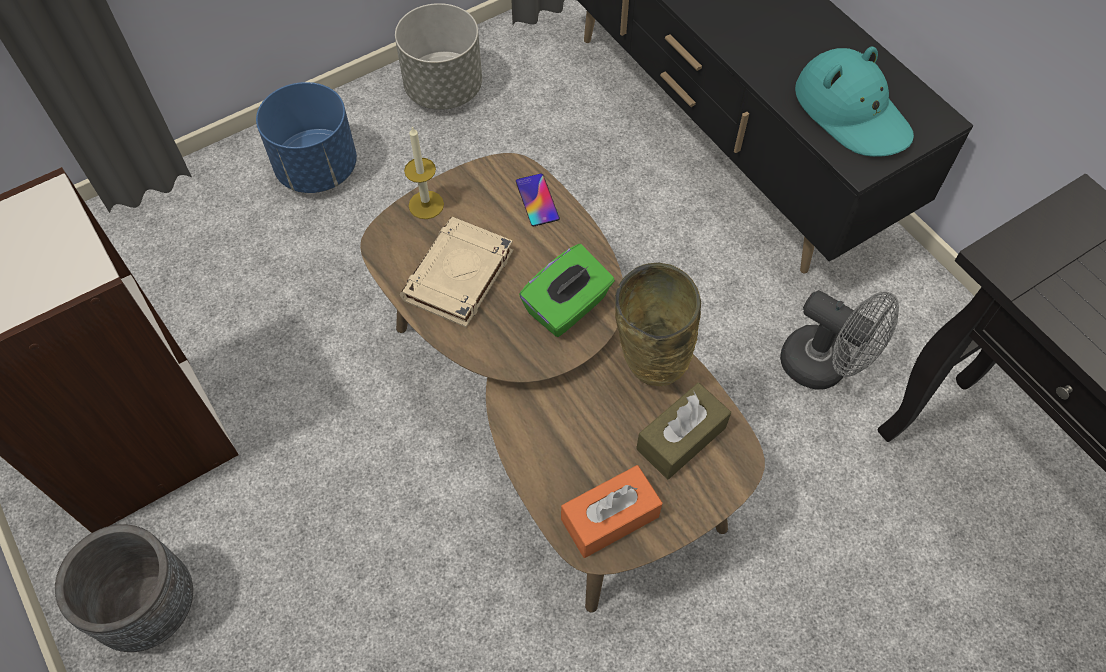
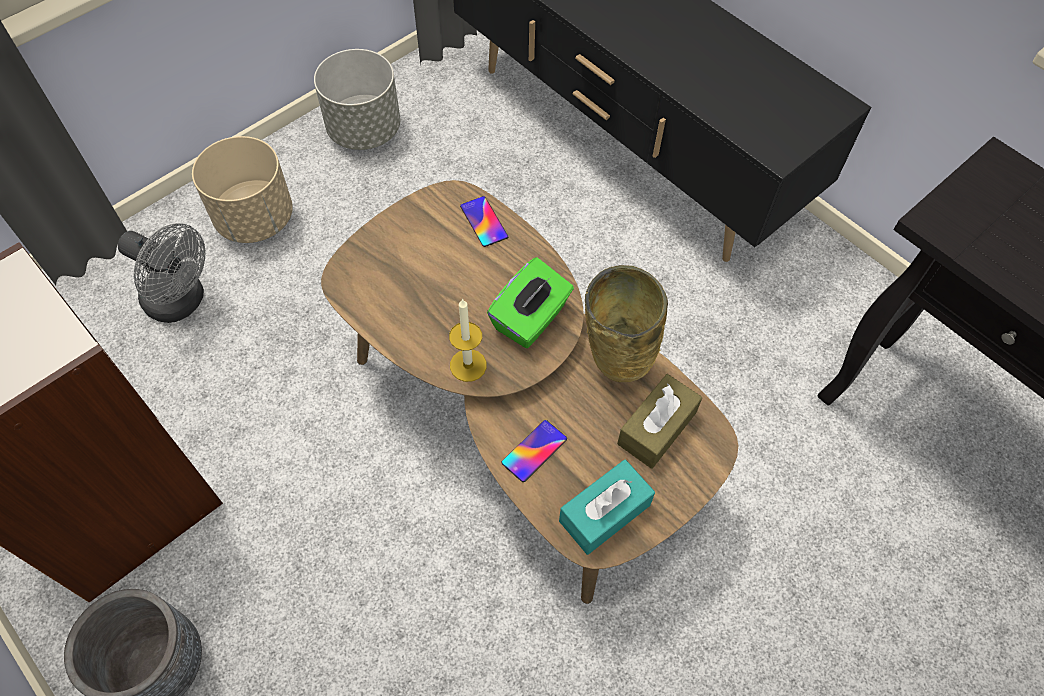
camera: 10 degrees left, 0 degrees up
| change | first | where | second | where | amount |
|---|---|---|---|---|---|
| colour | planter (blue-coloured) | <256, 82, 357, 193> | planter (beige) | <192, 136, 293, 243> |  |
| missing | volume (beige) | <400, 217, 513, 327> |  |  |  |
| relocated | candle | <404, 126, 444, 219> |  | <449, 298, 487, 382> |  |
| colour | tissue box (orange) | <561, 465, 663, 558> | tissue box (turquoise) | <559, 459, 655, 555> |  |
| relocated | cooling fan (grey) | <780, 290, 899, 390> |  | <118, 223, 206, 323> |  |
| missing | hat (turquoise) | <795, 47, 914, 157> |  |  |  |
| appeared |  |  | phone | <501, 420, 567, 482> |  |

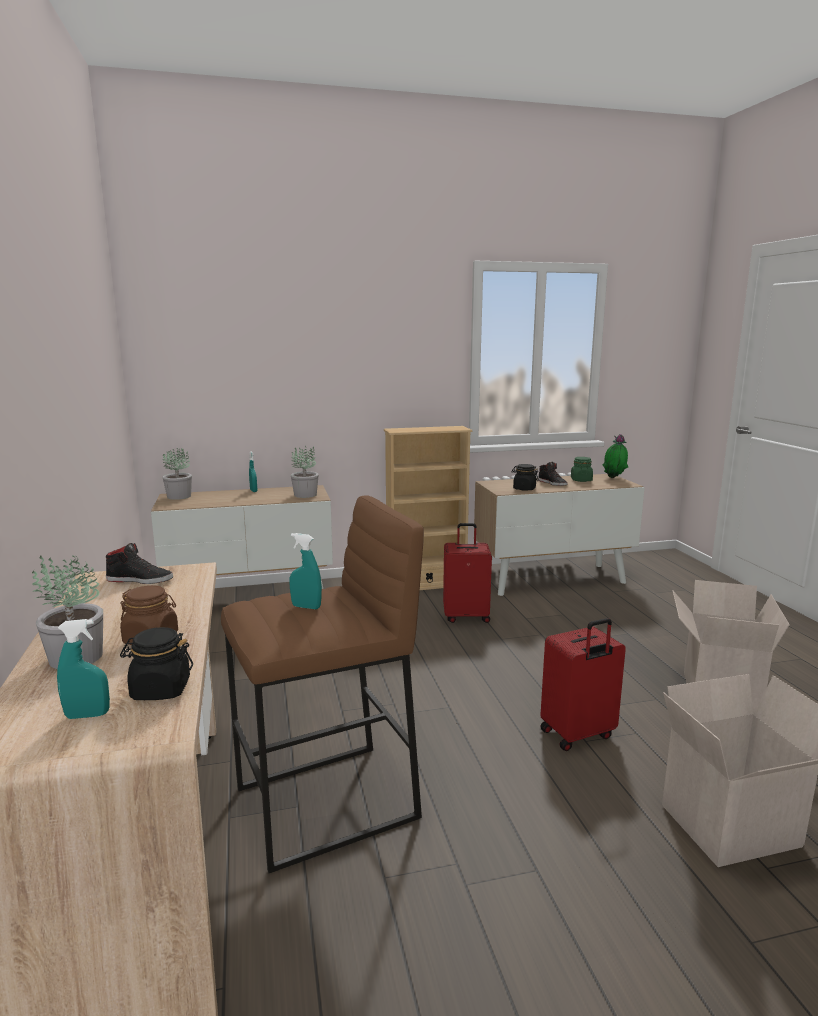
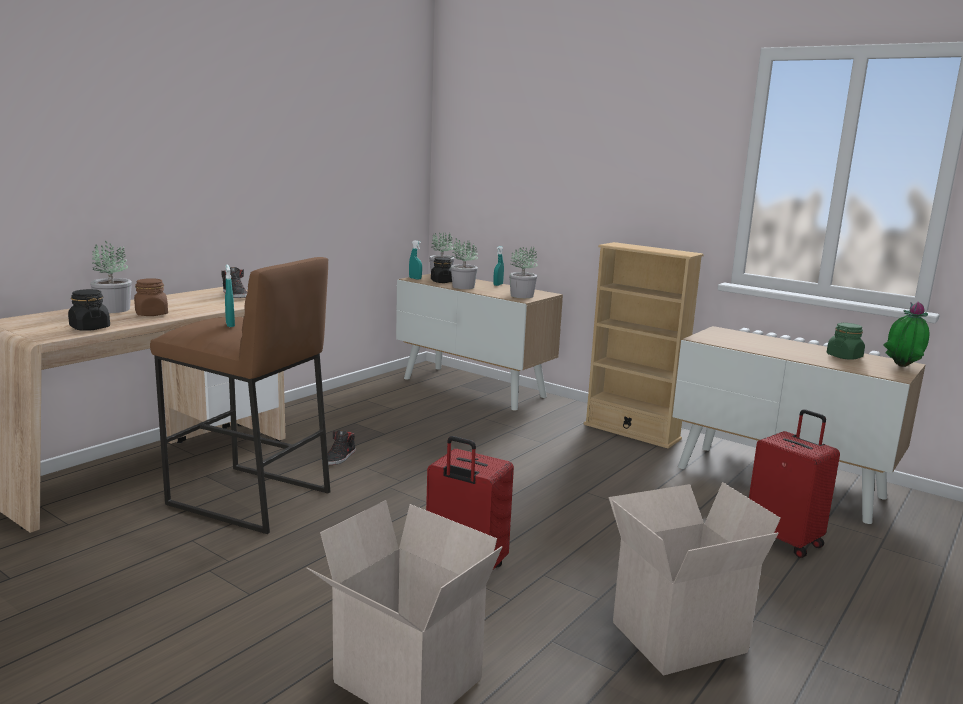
camera: 50 degrees right, 0 degrees up
| change | first | where | second | where | amount |
|---|---|---|---|---|---|
| relocated | spray bottle (turquoise) | <57, 619, 110, 719> |  | <409, 240, 422, 280> |  |
| relocated | piece of luggage (red) | <443, 523, 492, 623> |  | <749, 409, 840, 558> |  |
| relocated | preserve jar (black-coloured) | <511, 464, 539, 491> |  | <431, 257, 452, 283> |  |
| relocated | low shoe (black-coloured) | <538, 462, 568, 486> |  | <328, 430, 356, 465> |  |
| appeared |  |  | potted plant | <451, 239, 478, 289> |  |

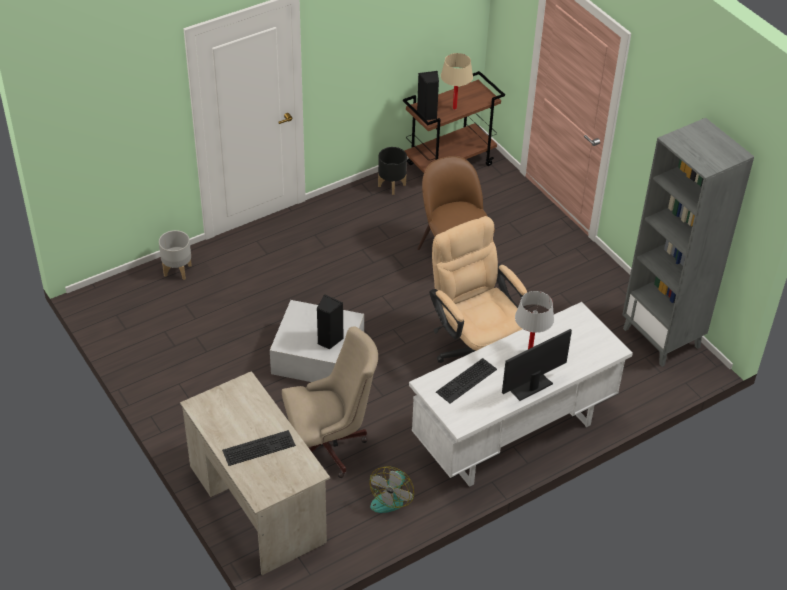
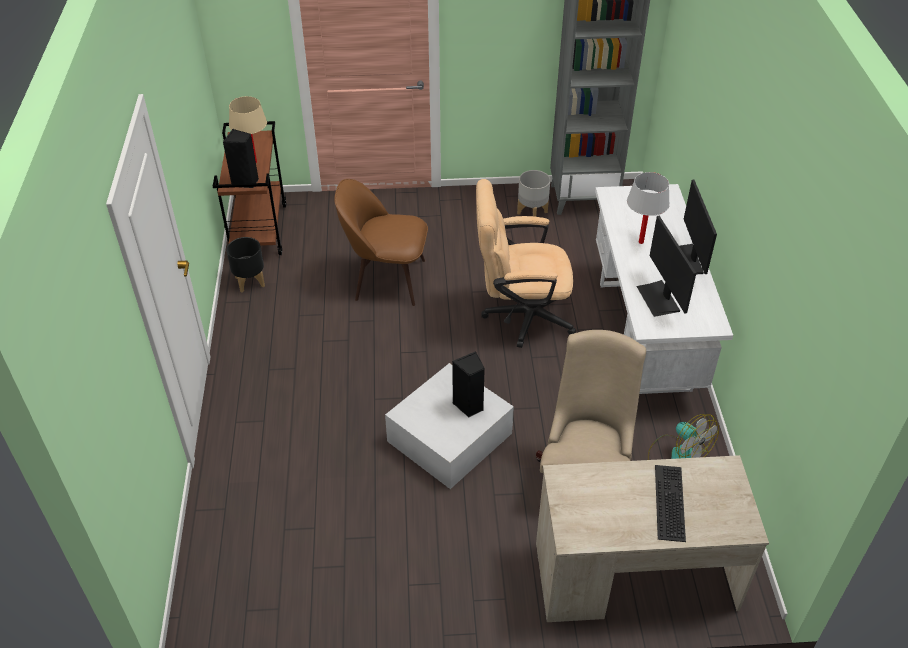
camera: 60 degrees left, 0 degrees up
| change | first | where | second | where | amount |
|---|---|---|---|---|---|
| relocated | planter (grey) | <159, 230, 192, 280> |  | <517, 170, 550, 217> |  |
| exchanged | computer keyboard | <436, 358, 497, 404> | computer display | <636, 216, 696, 317> |  |

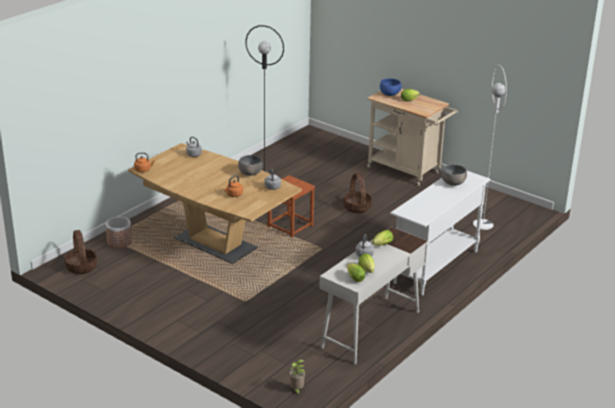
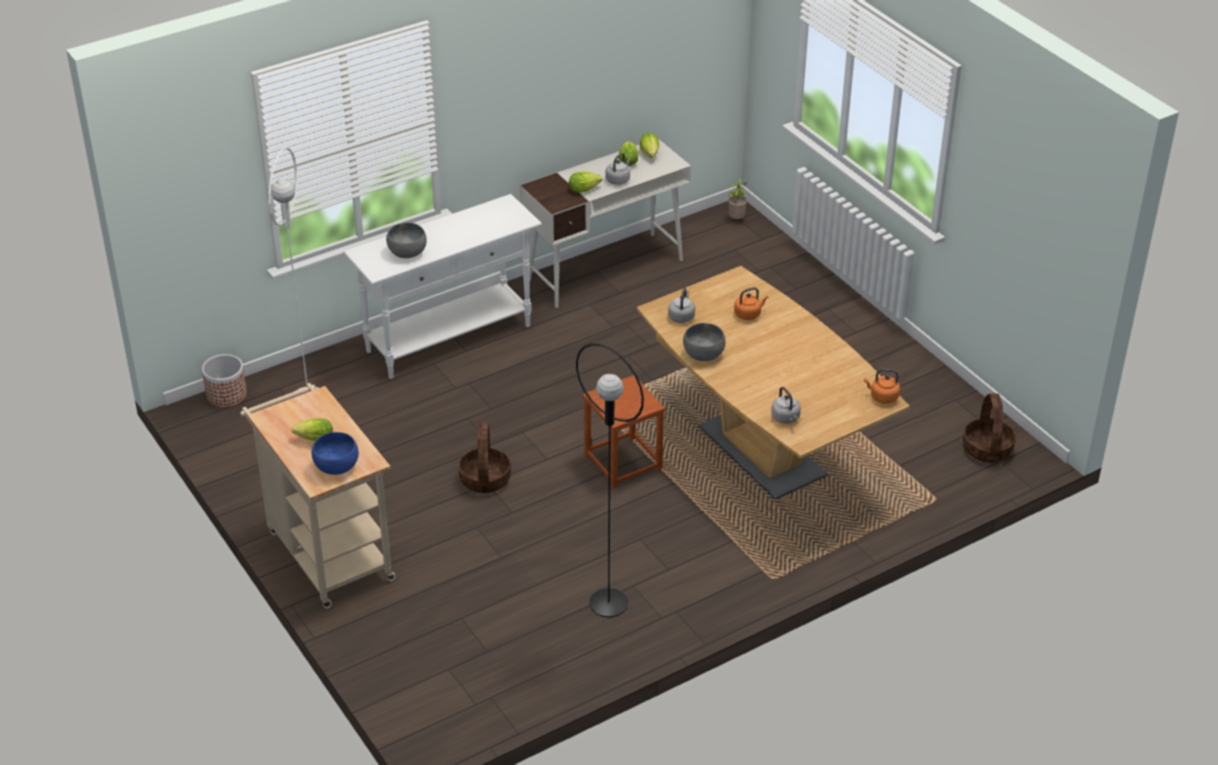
camera: 160 degrees left, 10 degrees up
| change | first | where | second | where | amount |
|---|---|---|---|---|---|
| relocated | planter | <106, 217, 132, 248> |  | <202, 354, 247, 408> |  |

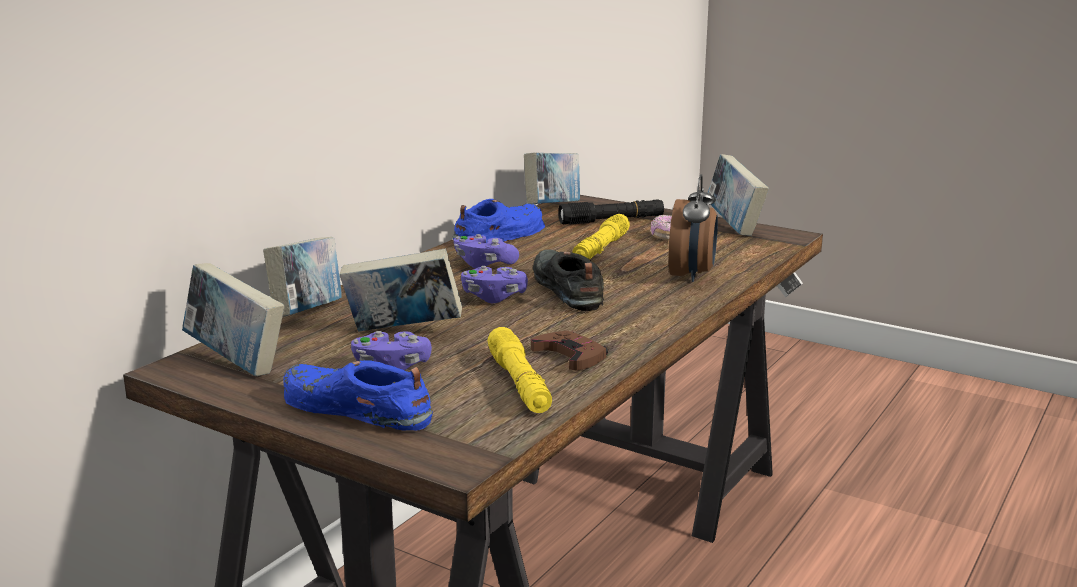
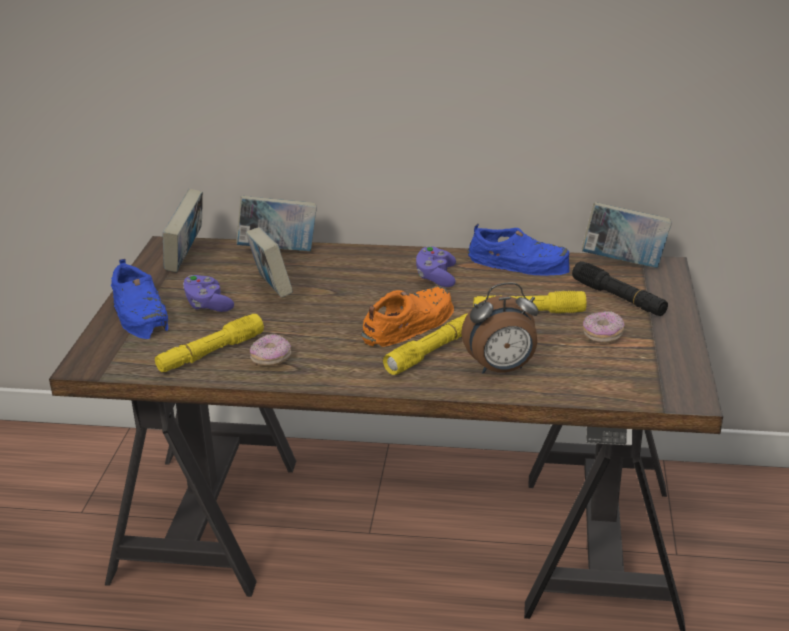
camera: 65 degrees right, 10 degrees up
| change | first | where | second | where | amount |
|---|---|---|---|---|---|
| spun | low shoe (blue-coloured) | <284, 360, 433, 430> |  | <111, 259, 168, 339> | 150 degrees clockwise |
| missing | joypad (purplish) | <461, 266, 528, 303> |  |  |  |
| exchanged | joypad (brownish) | <531, 331, 608, 370> | doughnut | <250, 334, 291, 366> |  |
| colour | low shoe (black-coloured) | <533, 249, 604, 311> | low shoe (orange) | <361, 286, 454, 347> |  |
| missing | volume | <708, 154, 769, 236> |  |  |  |
| appeared |  |  | flashlight (yellow-coloured) | <383, 313, 468, 375> |  |

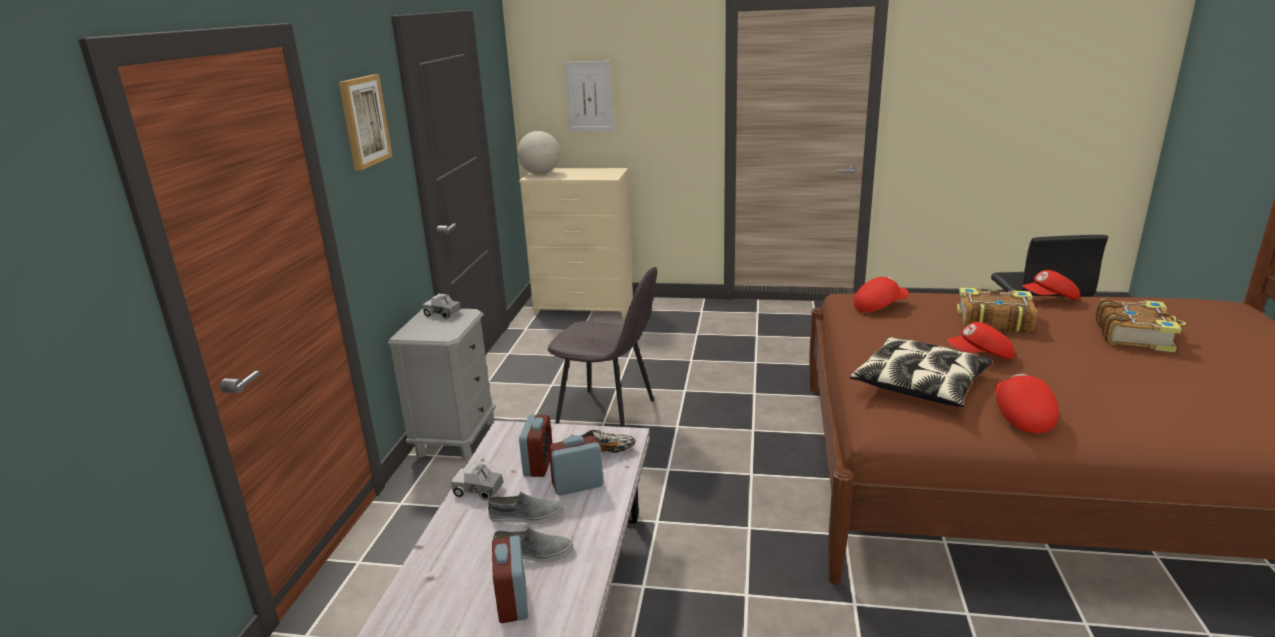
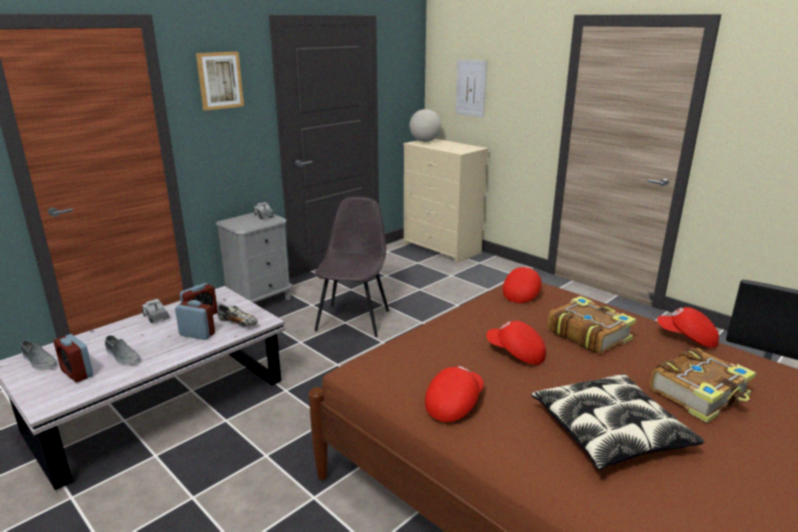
camera: 35 degrees right, 0 degrees up
| change | first | where | second | where | amount |
|---|---|---|---|---|---|
| relocated | low shoe (grey) | <488, 492, 564, 524> |  | <21, 340, 58, 370> |  |
| spun | alarm clock | <492, 535, 528, 623> |  | <54, 334, 93, 382> | 75 degrees counterclockwise |
| spun | upright chair (grey) | <548, 267, 657, 427> |  | <315, 196, 389, 337> | 135 degrees counterclockwise |
| relocated | pillow | <850, 337, 992, 407> |  | <531, 374, 704, 470> |  |
| spun | peaked cap (red) | <854, 277, 909, 312> |  | <503, 266, 542, 303> | 75 degrees counterclockwise |

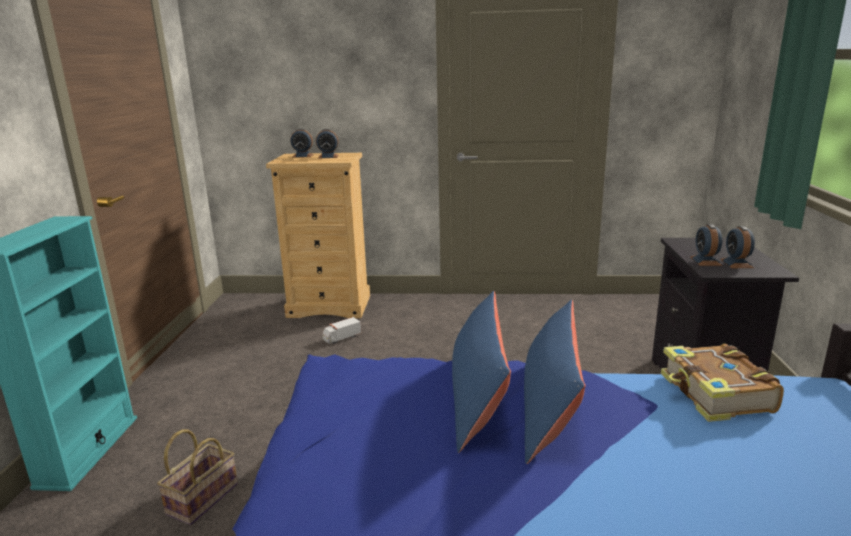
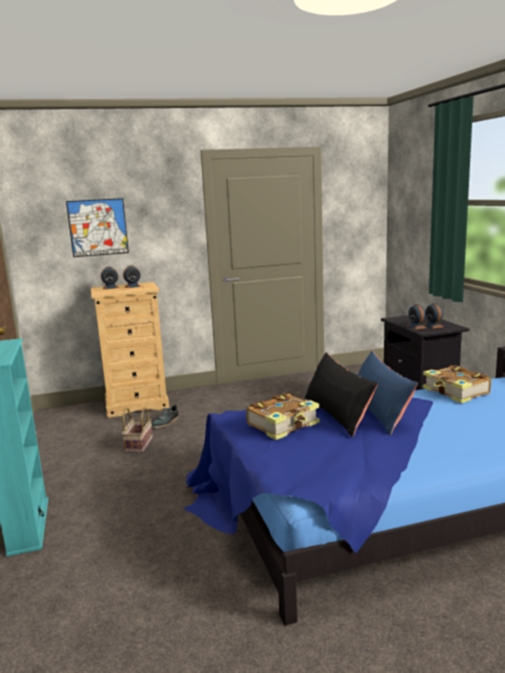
camera: 20 degrees left, 5 degrees down
| change | first | where | second | where | amount |
|---|---|---|---|---|---|
| relocated | household basket | <157, 429, 238, 525> |  | <122, 407, 153, 453> |  |
| exchanged | model truck | <323, 317, 361, 344> | low shoe | <151, 404, 179, 429> |  |
| colour | pillow (blue-coloured) | <452, 291, 511, 453> | pillow (black-coloured) | <305, 352, 378, 437> |  |
| appeared |  |  | picture | <66, 198, 129, 257> |  |
| appeared |  |  | volume | <246, 393, 320, 440> |  |

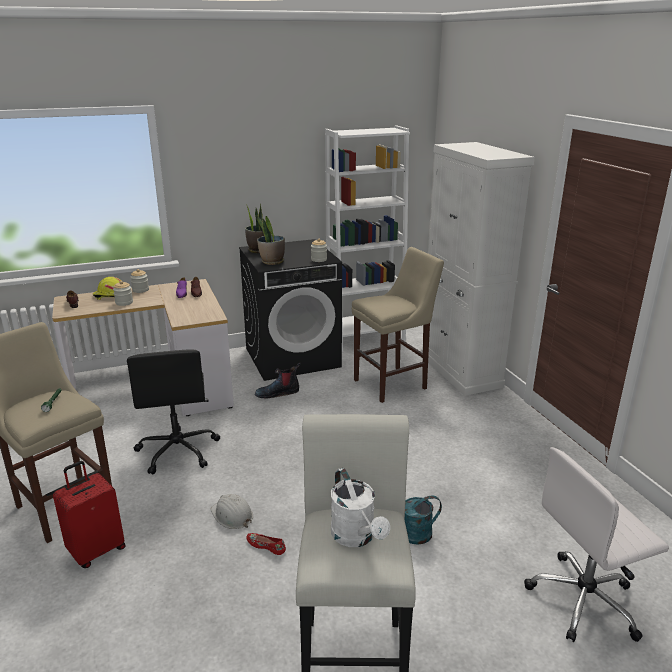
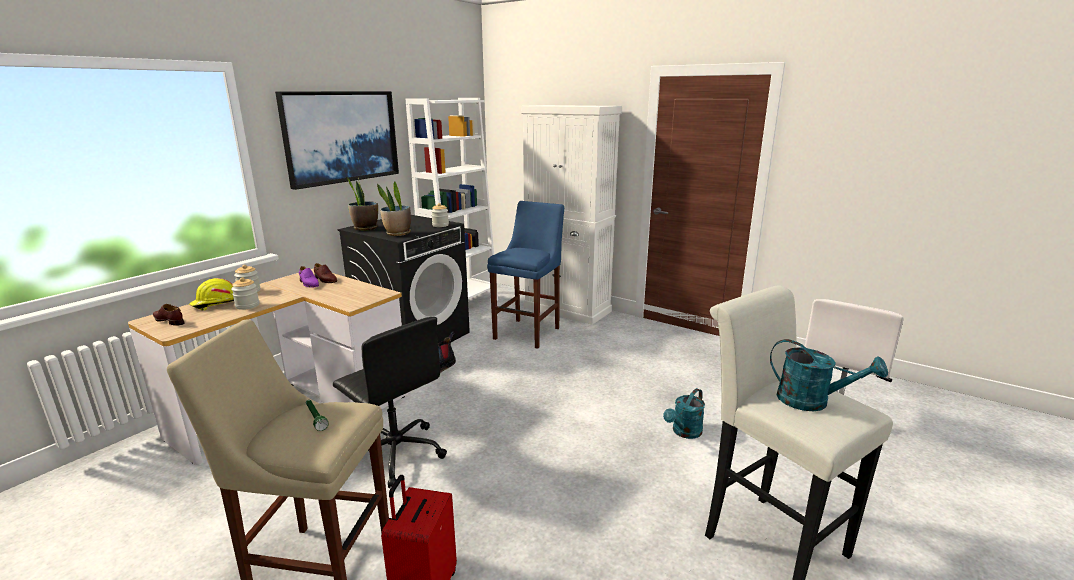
camera: 35 degrees left, 5 degrees down
| change | first | where | second | where | amount |
|---|---|---|---|---|---|
| missing | safety helmet (white-coloured) | <211, 494, 253, 529> |  |  |  |
| missing | low shoe (red) | <246, 533, 286, 555> |  |  |  |
| colour | watering pot (white-coloured) | <331, 468, 390, 547> | watering pot (turquoise) | <770, 339, 888, 411> |  |
| colour | stool seat (beige) | <352, 247, 444, 403> | stool seat (blue-coloured) | <487, 201, 564, 349> |  |
| appeared |  |  | picture | <275, 91, 399, 190> |  |

